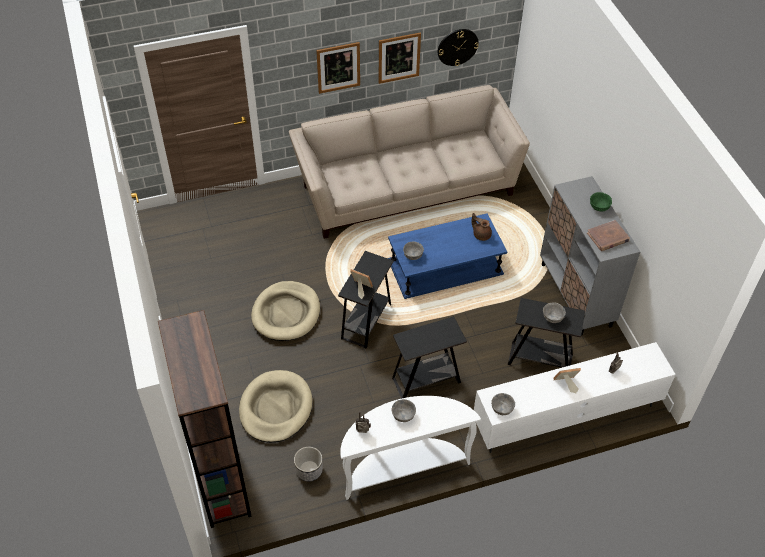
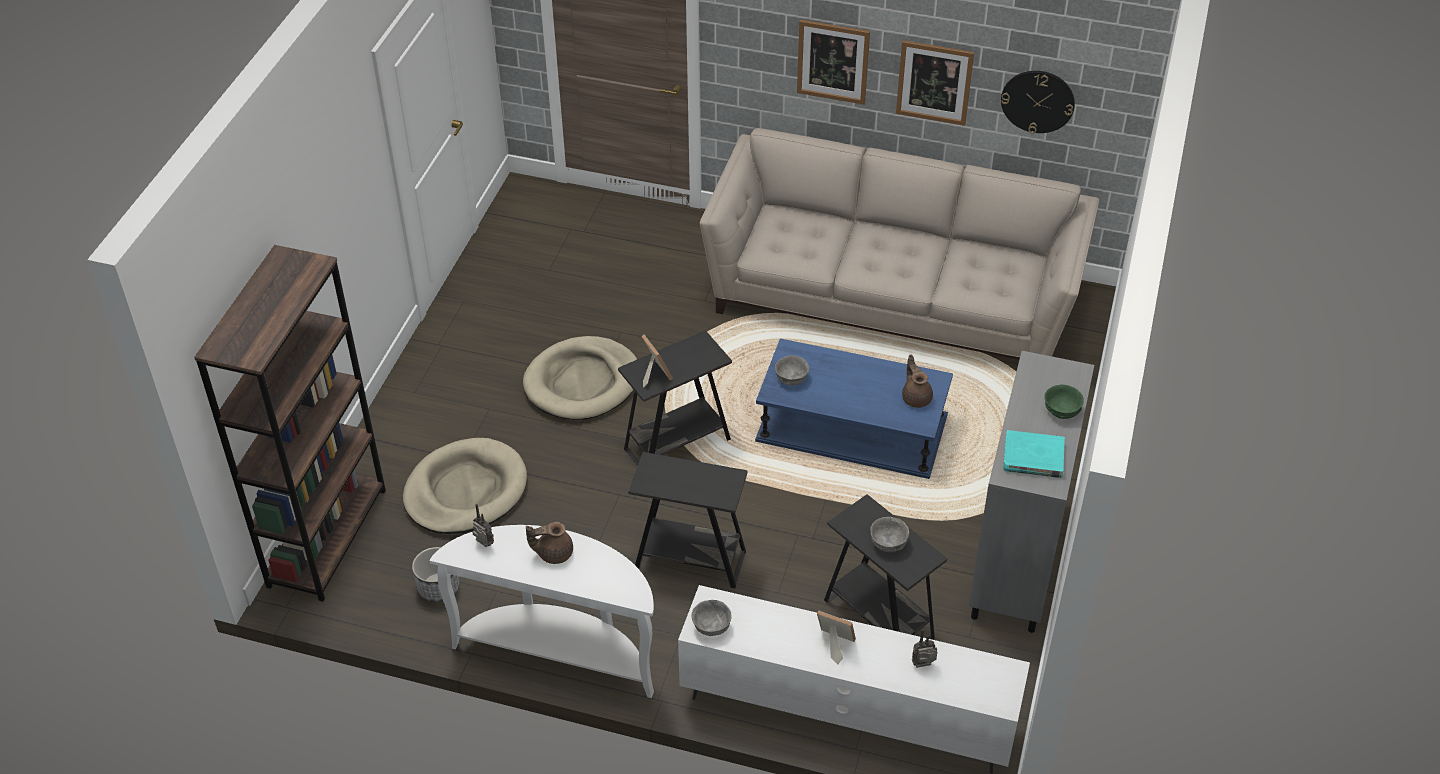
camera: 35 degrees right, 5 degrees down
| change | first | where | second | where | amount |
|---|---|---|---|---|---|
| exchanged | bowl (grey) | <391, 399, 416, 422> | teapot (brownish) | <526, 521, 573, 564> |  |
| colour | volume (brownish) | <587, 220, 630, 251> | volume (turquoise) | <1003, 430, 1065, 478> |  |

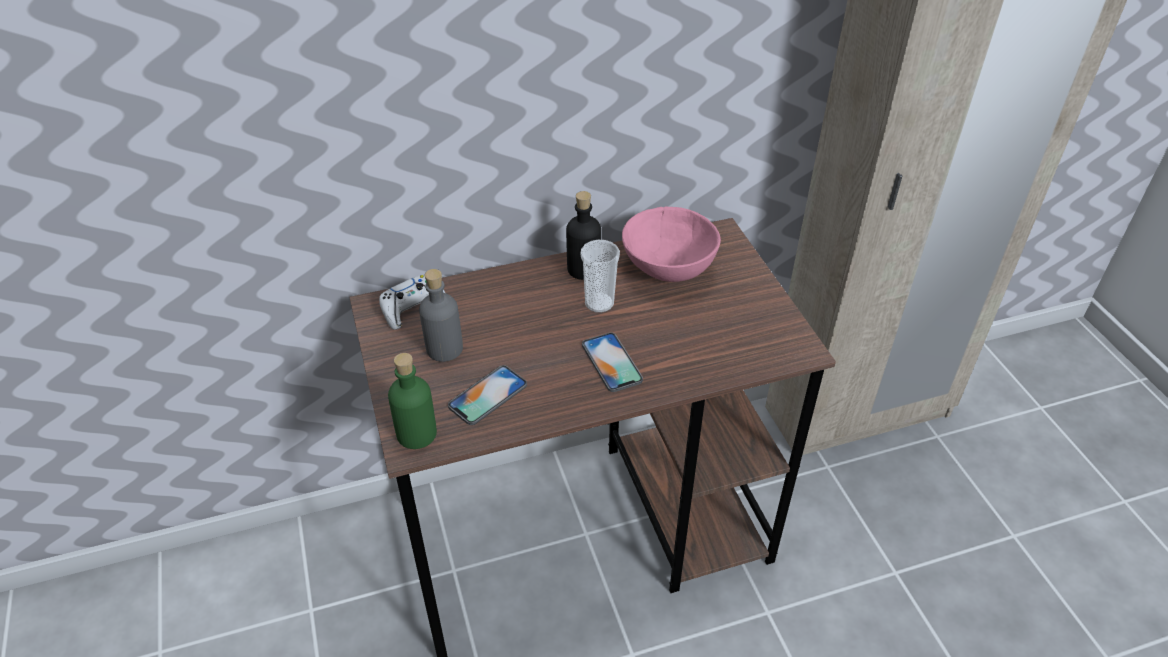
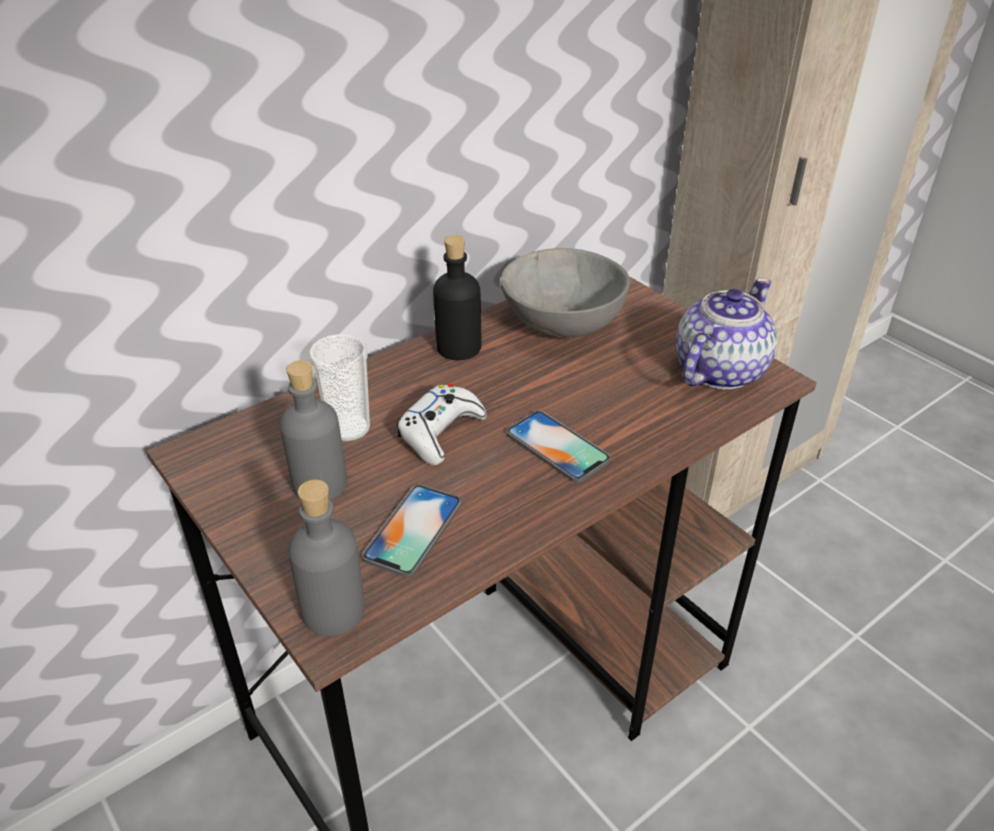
camera: 20 degrees left, 5 degrees down
| change | first | where | second | where | amount |
|---|---|---|---|---|---|
| relocated | joypad (white-coloured) | <379, 275, 445, 330> |  | <397, 384, 487, 465> |  |
| colour | bottle (green-coloured) | <388, 353, 437, 449> | bottle (grey) | <288, 480, 365, 636> |  |
| relocated | small cup | <580, 240, 620, 313> |  | <309, 334, 370, 442> |  |
| colour | bowl (pinkish) | <622, 207, 721, 282> | bowl (grey) | <500, 248, 630, 337> |  |
| appeared |  |  | teapot | <676, 278, 777, 389> |  |

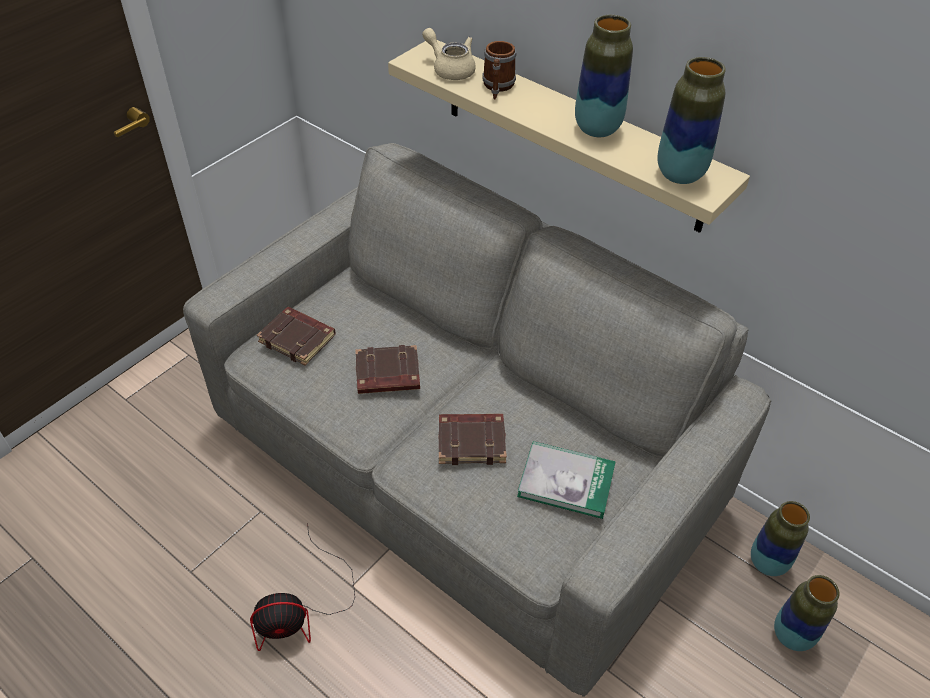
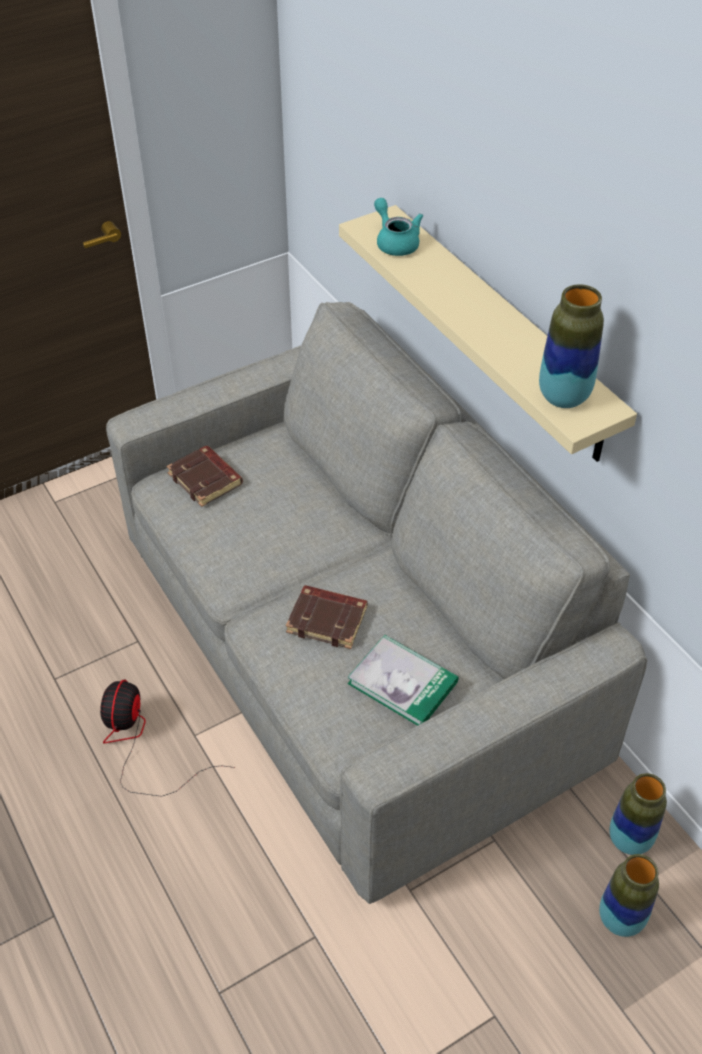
camera: 20 degrees right, 0 degrees up
| change | first | where | second | where | amount |
|---|---|---|---|---|---|
| spun | cooling fan | <250, 523, 355, 651> |  | <100, 680, 235, 797> | 90 degrees clockwise |
| missing | volume (brownish) | <355, 345, 420, 394> |  |  |  |
| colour | teapot (beige) | <422, 28, 476, 80> | teapot (turquoise) | <374, 198, 423, 256> |  |
| missing | coffee mug | <482, 41, 516, 100> |  |  |  |
| missing | flower vase | <575, 15, 633, 137> |  |  |  |

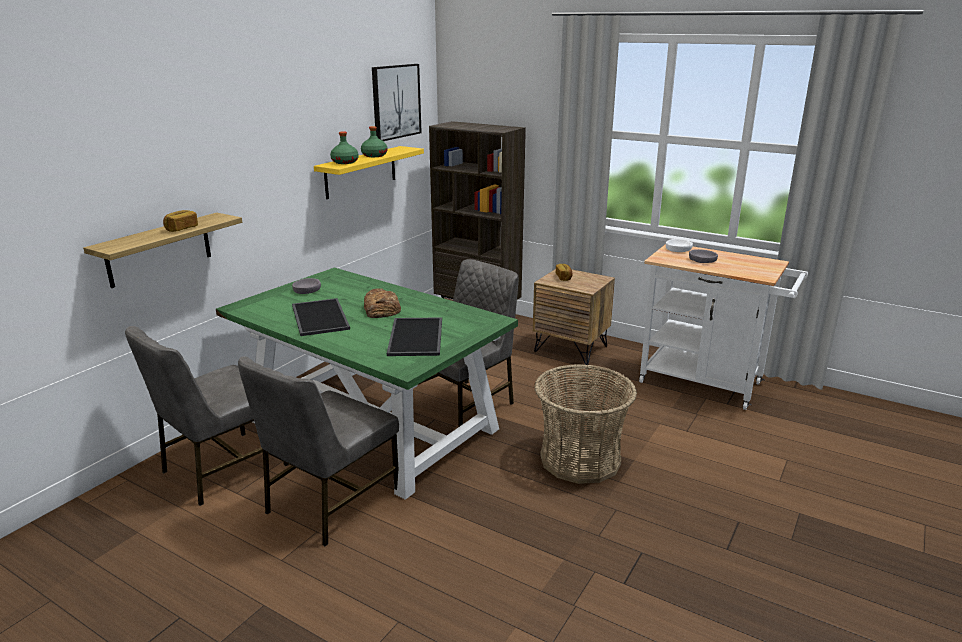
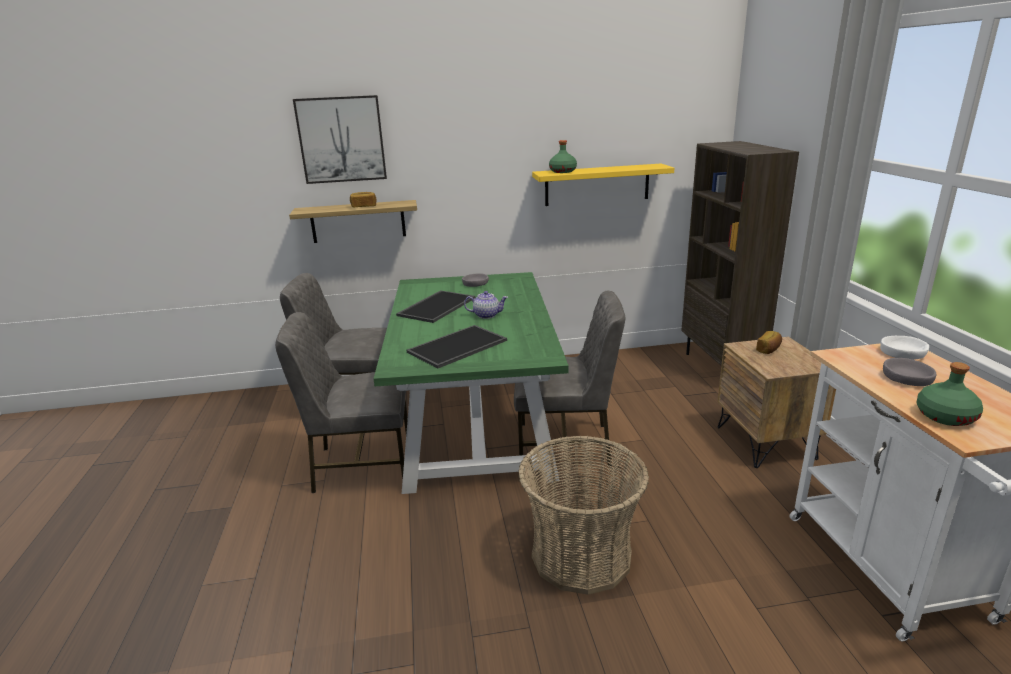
camera: 50 degrees right, 0 degrees up
| change | first | where | second | where | amount |
|---|---|---|---|---|---|
| relocated | bottle (green-coloured) | <361, 126, 388, 157> |  | <916, 362, 983, 426> |  |
| exchanged | bakery bread | <364, 288, 401, 318> | teapot | <464, 291, 508, 319> |  |
| relocated | picture | <372, 64, 422, 141> |  | <293, 95, 387, 184> |  |

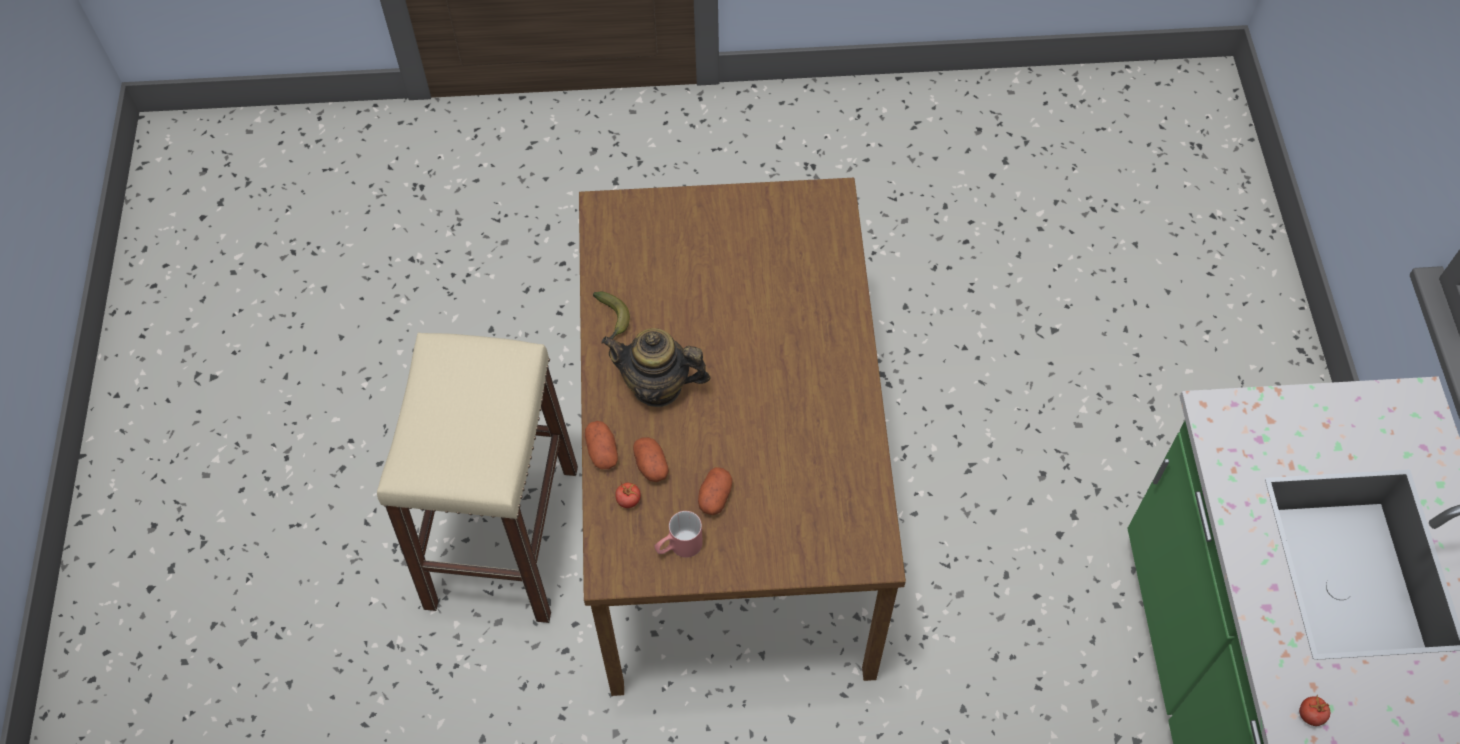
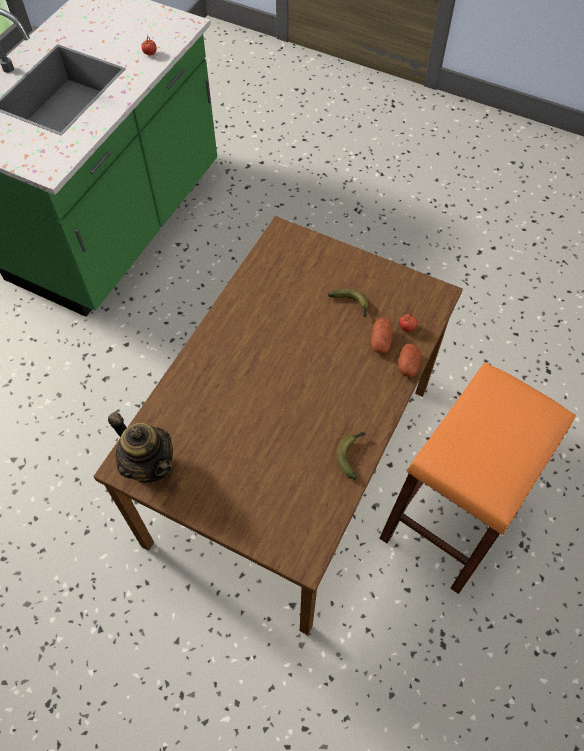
camera: 150 degrees left, 0 degrees up
| change | first | where | second | where | amount |
|---|---|---|---|---|---|
| colour | stool seat (beige) | <377, 332, 578, 623> | stool seat (orange) | <379, 362, 576, 594> |  |
| relocated | teapot | <601, 328, 711, 407> |  | <108, 412, 173, 482> |  |
| missing | coffee mug (red) | <654, 511, 703, 558> |  |  |  |
| exchanged | whole potato | <698, 467, 733, 515> | banana | <328, 289, 369, 317> |  |

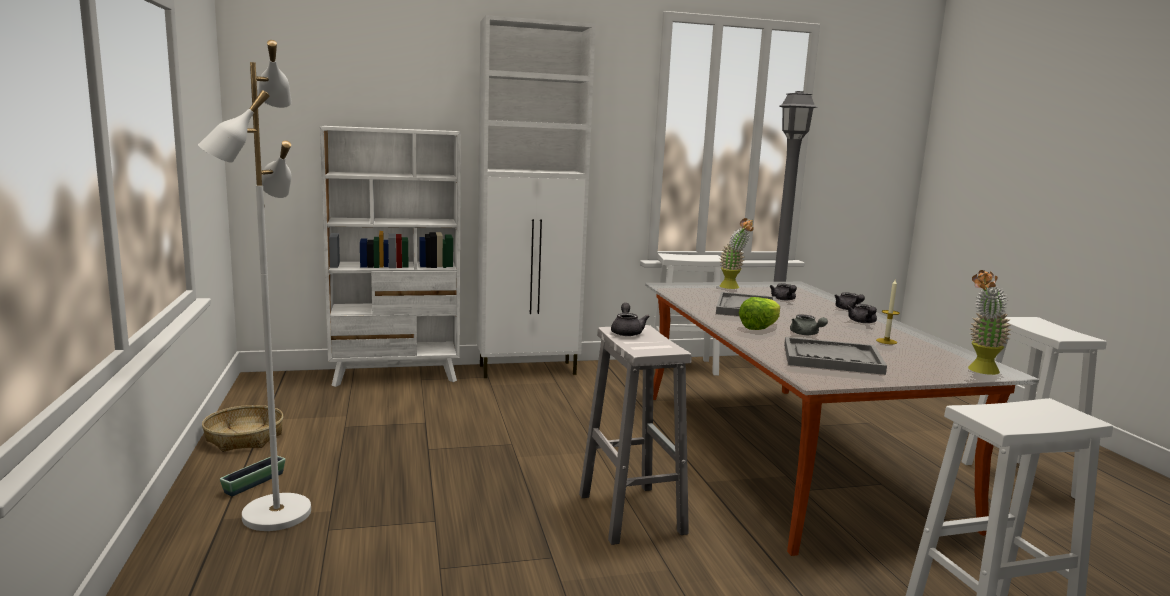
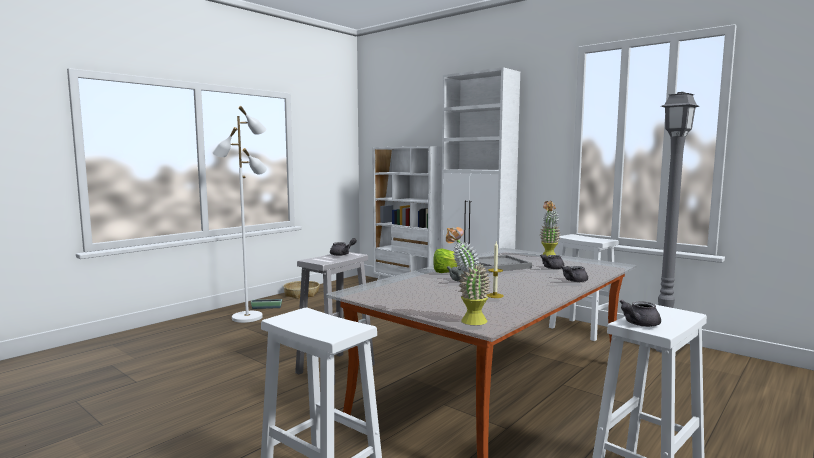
camera: 55 degrees right, 5 degrees down
| change | first | where | second | where | amount |
|---|---|---|---|---|---|
| missing | tray (grey) | <784, 337, 887, 375> |  |  |  |
| relocated | teapot (grey) | <846, 304, 877, 323> |  | <619, 300, 661, 327> |  |

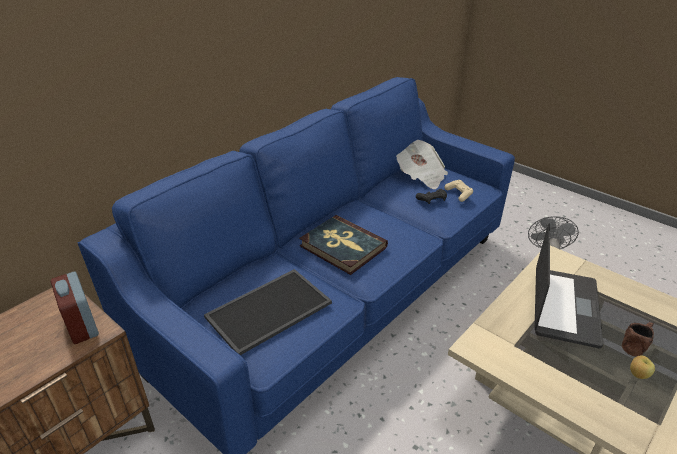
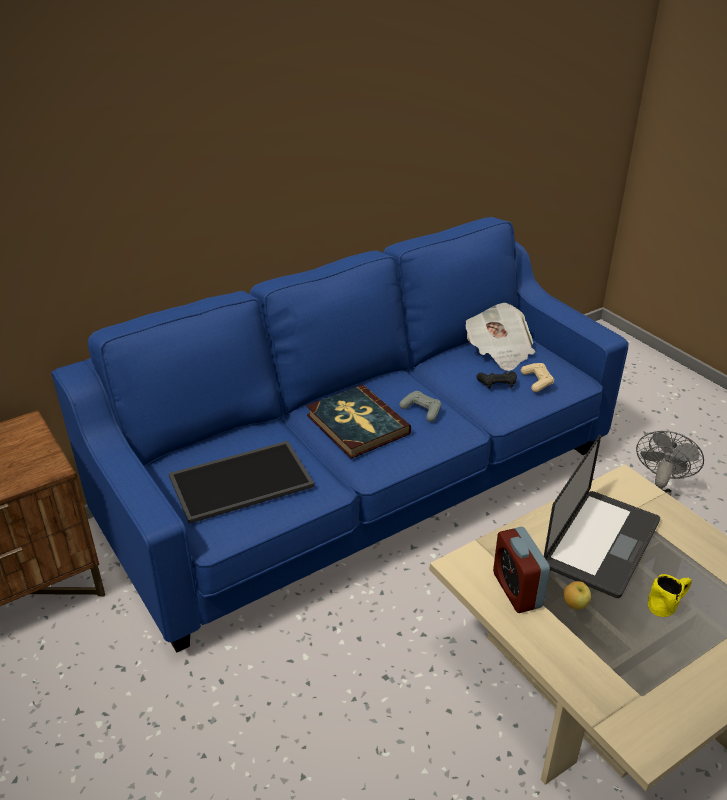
camera: 15 degrees right, 0 degrees up
| change | first | where | second | where | amount |
|---|---|---|---|---|---|
| relocated | alarm clock | <51, 272, 99, 344> |  | <493, 527, 550, 613> |  |
| colour | coffee mug (brownish) | <621, 322, 654, 357> | coffee mug (yellow-coloured) | <648, 574, 692, 617> |  |
| relocated | apple fruit | <630, 355, 655, 379> |  | <564, 581, 591, 609> |  |
| appeared |  |  | joypad (grey) | <399, 391, 441, 422> |  |

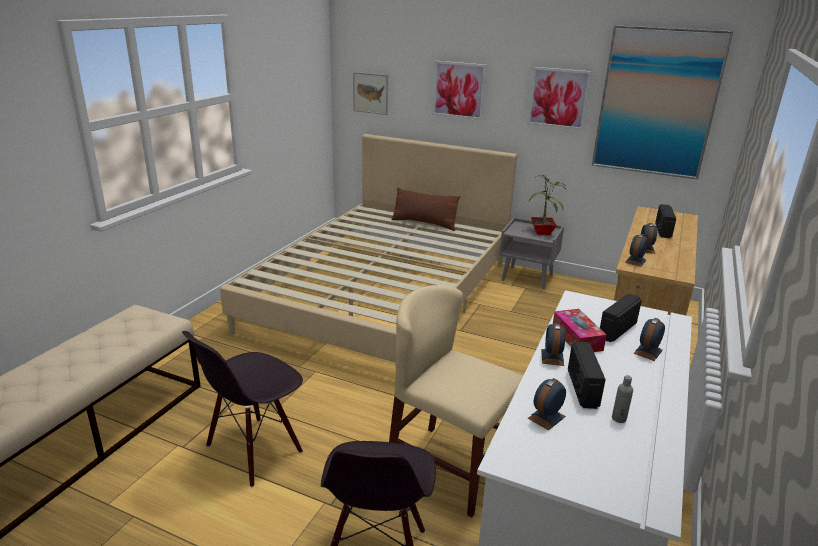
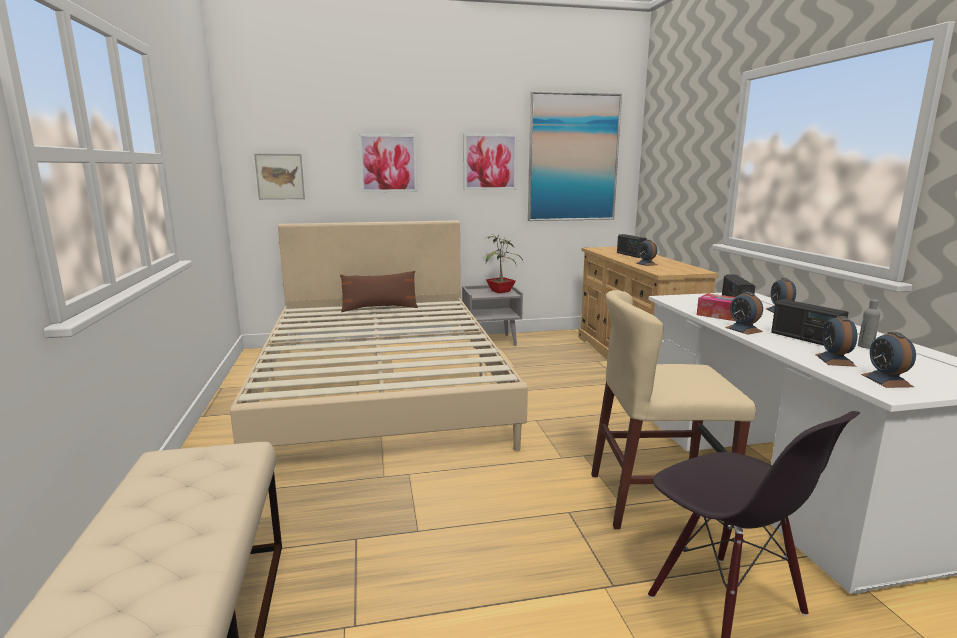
camera: 35 degrees left, 10 degrees down
| change | first | where | second | where | amount |
|---|---|---|---|---|---|
| missing | upright chair (black-coloured) | <182, 331, 303, 487> |  |  |  |
| relocated | alarm clock | <625, 234, 648, 266> |  | <861, 332, 916, 388> |  |

